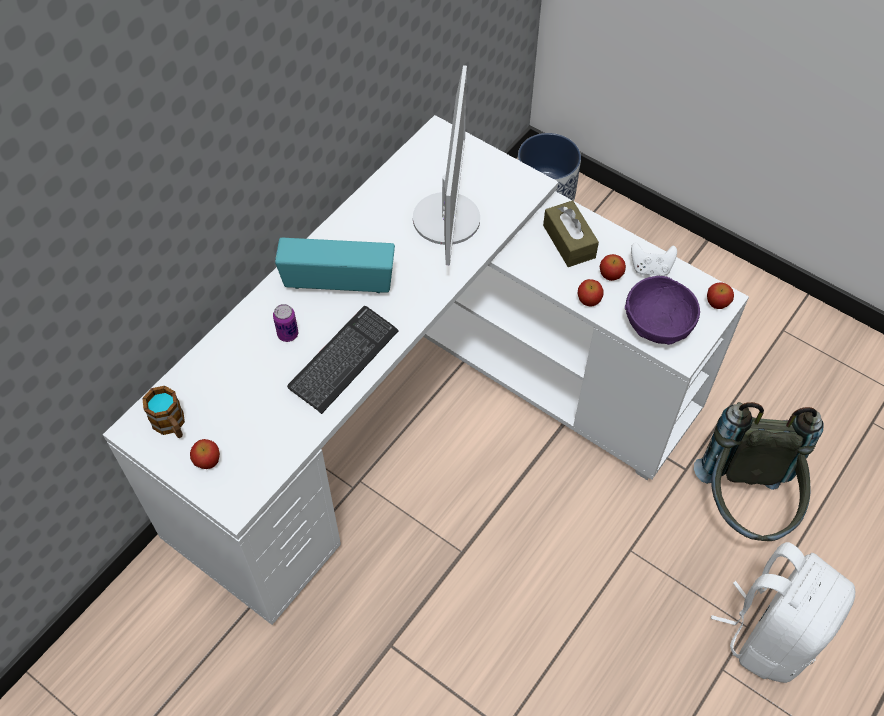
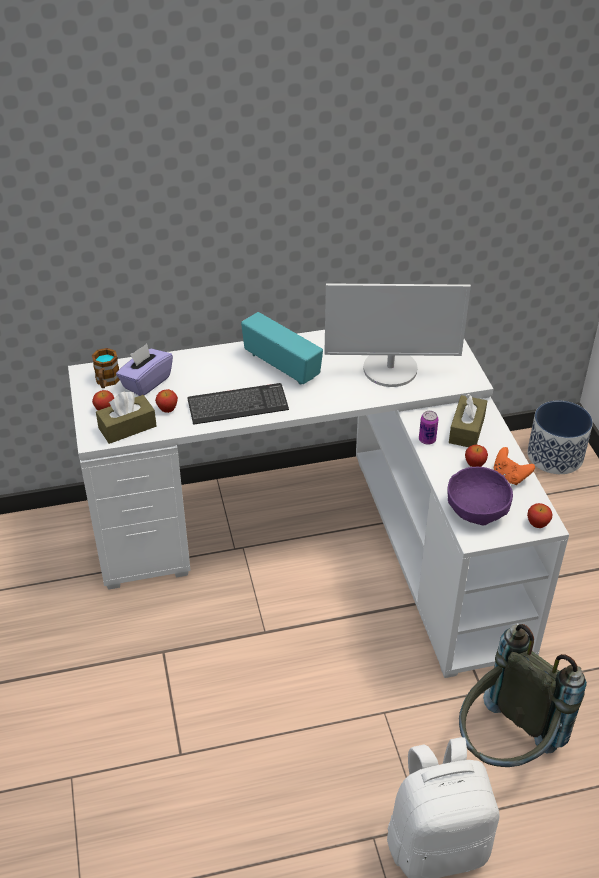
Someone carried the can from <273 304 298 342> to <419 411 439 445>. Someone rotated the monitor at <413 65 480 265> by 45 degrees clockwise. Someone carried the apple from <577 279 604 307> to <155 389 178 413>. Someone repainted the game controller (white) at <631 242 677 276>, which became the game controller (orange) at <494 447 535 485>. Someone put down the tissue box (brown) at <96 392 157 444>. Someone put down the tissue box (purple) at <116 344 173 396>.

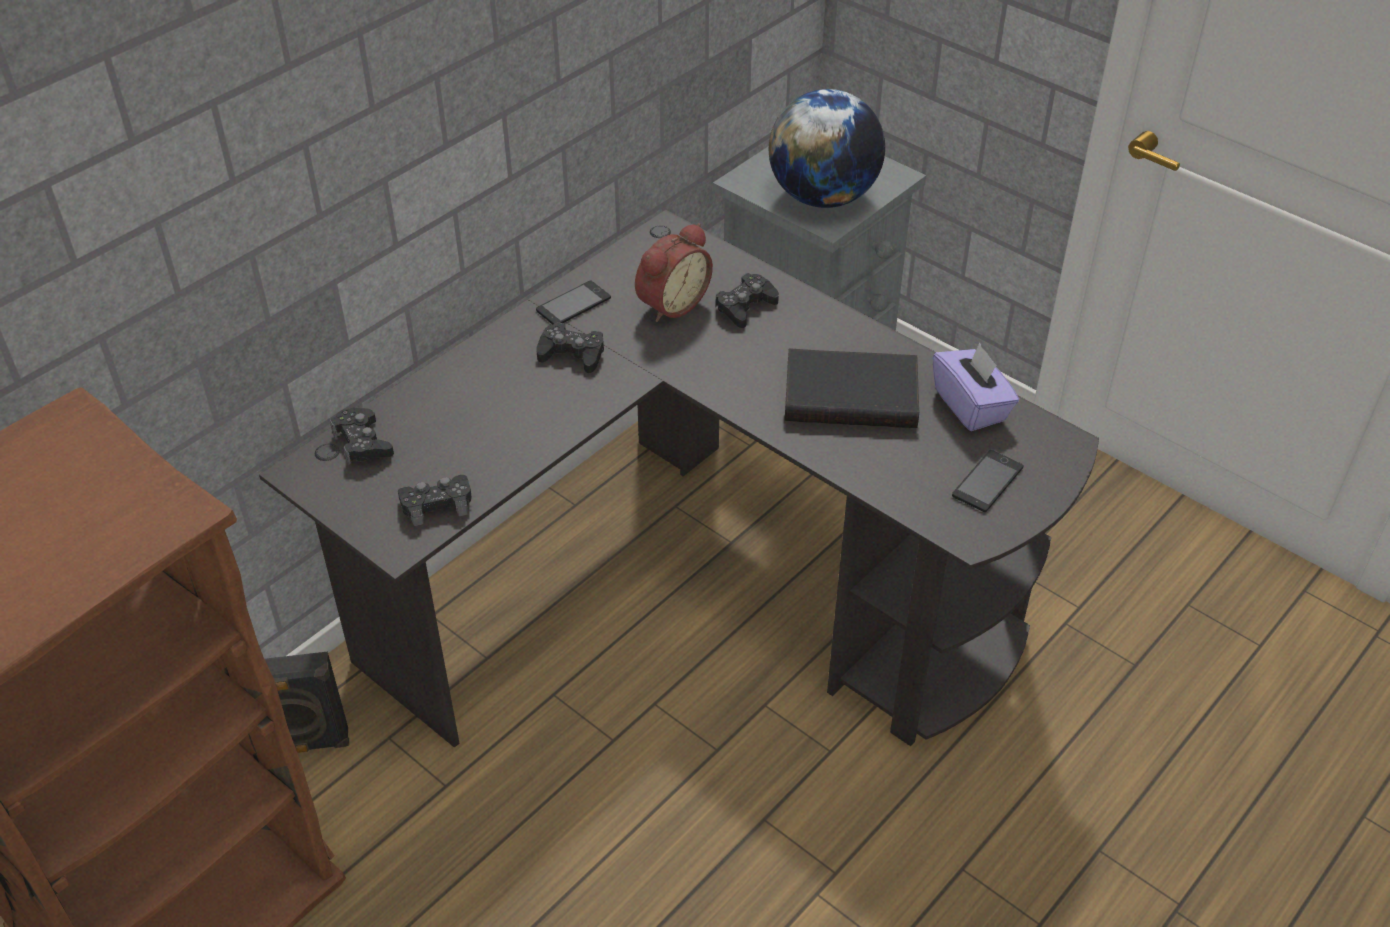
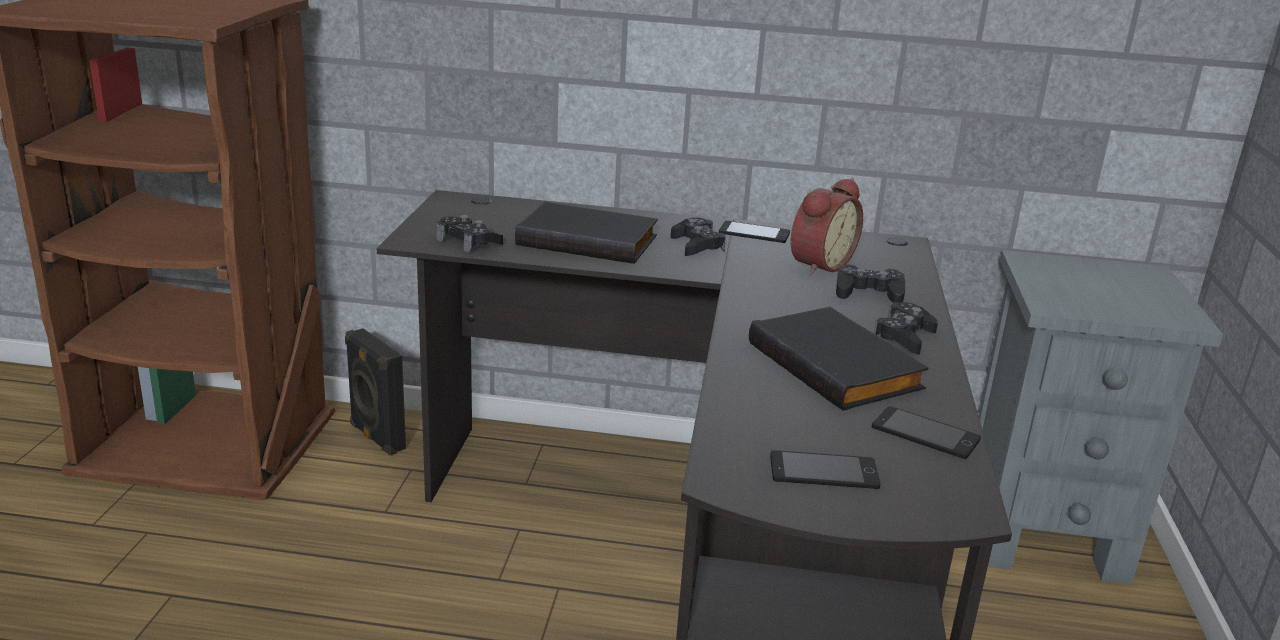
Someone carried the game controller (black) from <330 407 394 465> to <873 302 938 355>. Someone rotated the alarm clock at <635 223 713 322> by 60 degrees counterclockwise. Someone took away the globe at <769 89 885 208>. Someone swapped the tissue box (purple) at <933 343 1019 431> for the phone at <872 406 981 459>. Someone put down the book (black) at <515 202 658 264>.

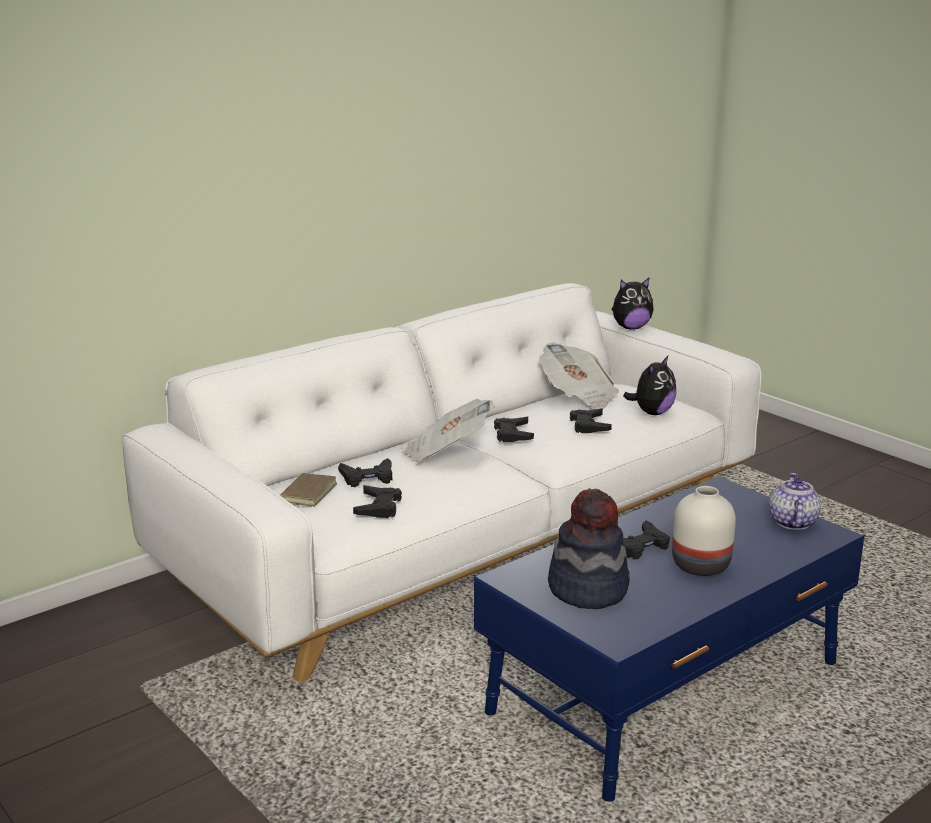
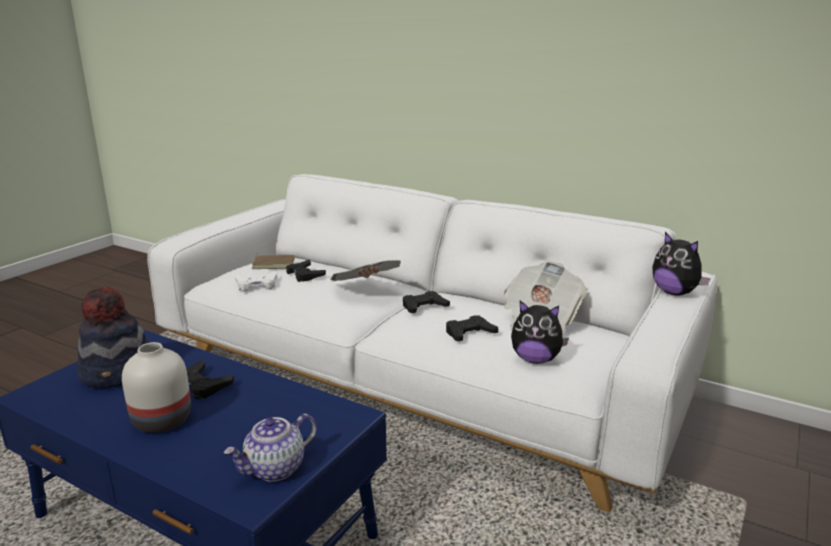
Someone repainted the game controller (black) at <353 485 402 518>, which became the game controller (white) at <235 271 277 292>. Someone rotated the teapot at <769 473 821 530> by 150 degrees clockwise.

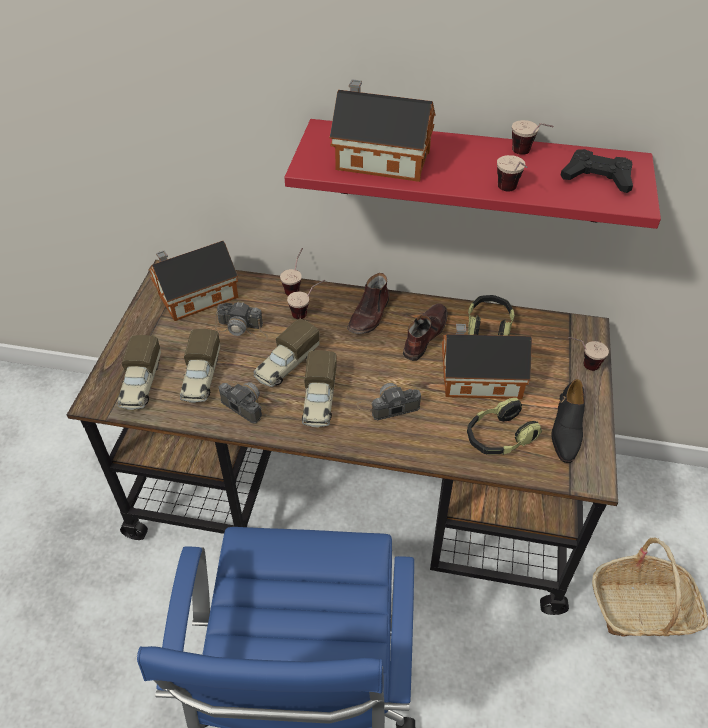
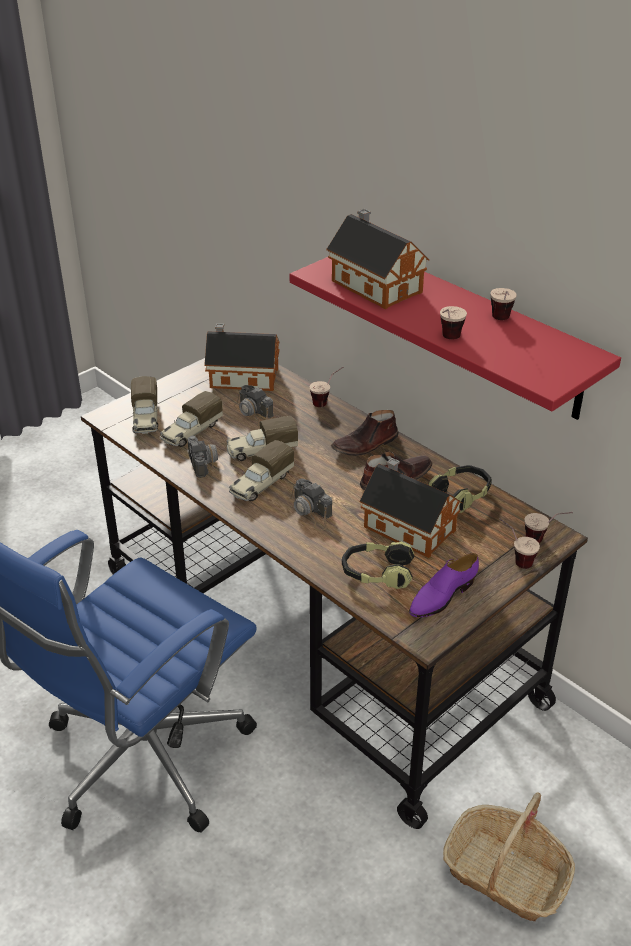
Someone rotated the toy truck at <117 335 161 410> by 45 degrees counterclockwise. Someone carried the cup from <287 280 325 319> to <524 512 573 543>. Someone rotated the photo camera at <357 383 421 420> by 150 degrees counterclockwise. Someone repainted the shoe (black) at <551 379 585 463>, which became the shoe (purple) at <409 553 479 617>. Someone took away the game controller (black) at <561 149 633 193>.

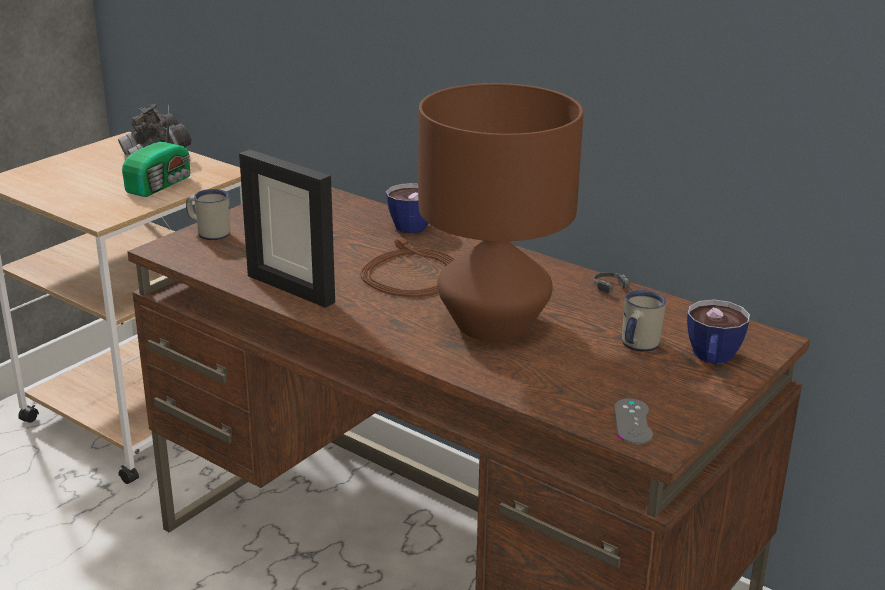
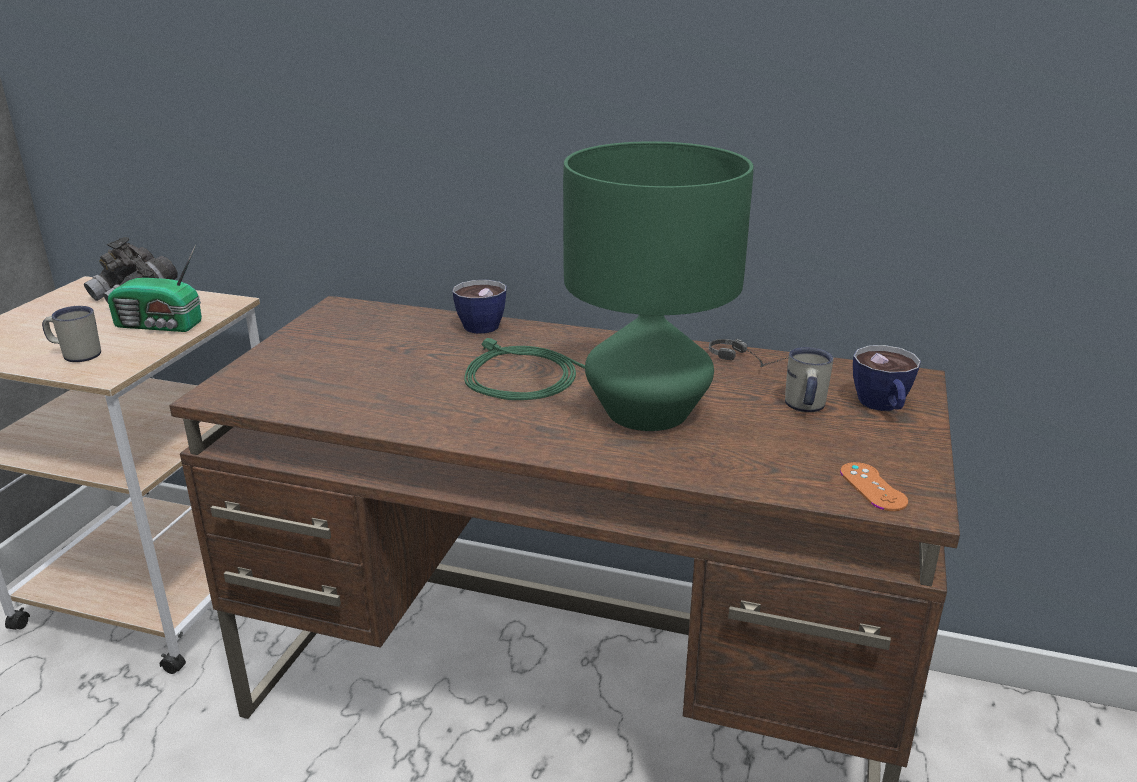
Someone rotated the radio at <122 105 190 197> by 90 degrees clockwise. Someone carried the mug (white) from <186 189 230 240> to <42 306 101 362>. Someone took away the picture frame at <239 149 335 308>. Someone repainted the table lamp (brown) at <360 83 583 342>, which became the table lamp (green) at <464 141 754 431>. Someone repainted the game controller (grey) at <614 399 653 444>, which became the game controller (orange) at <840 462 908 511>.

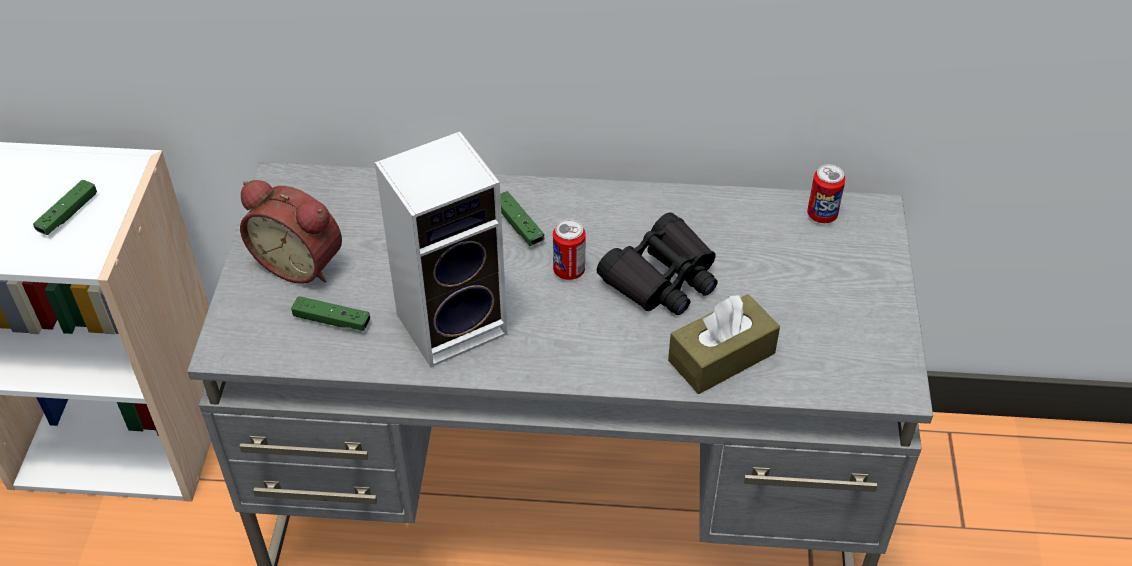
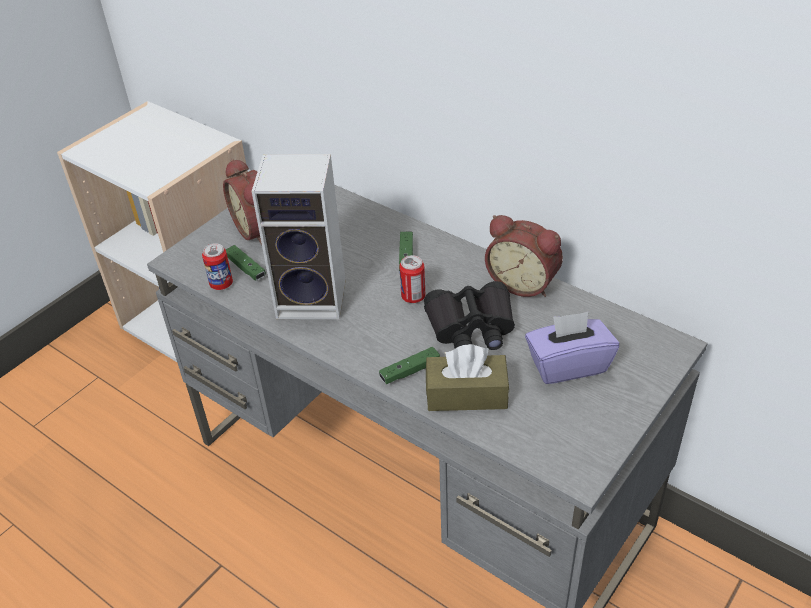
Someone carried the game controller (green) from <33 180 97 235> to <379 347 440 384>. Someone carried the can from <807 164 846 223> to <202 243 233 290>. Someone put down the alarm clock at <485 215 563 297>. Someone put down the tissue box (purple) at <525 312 619 384>.

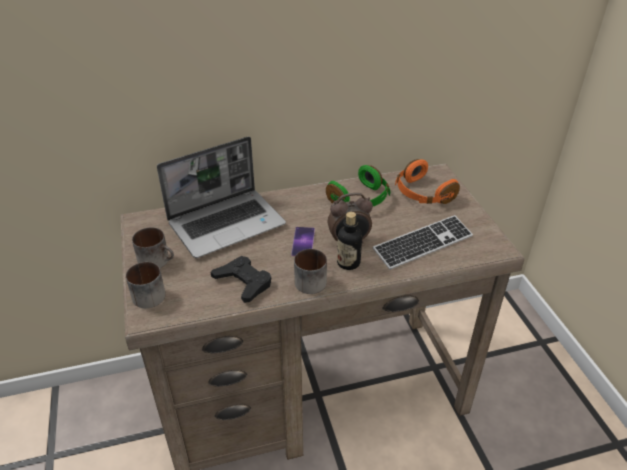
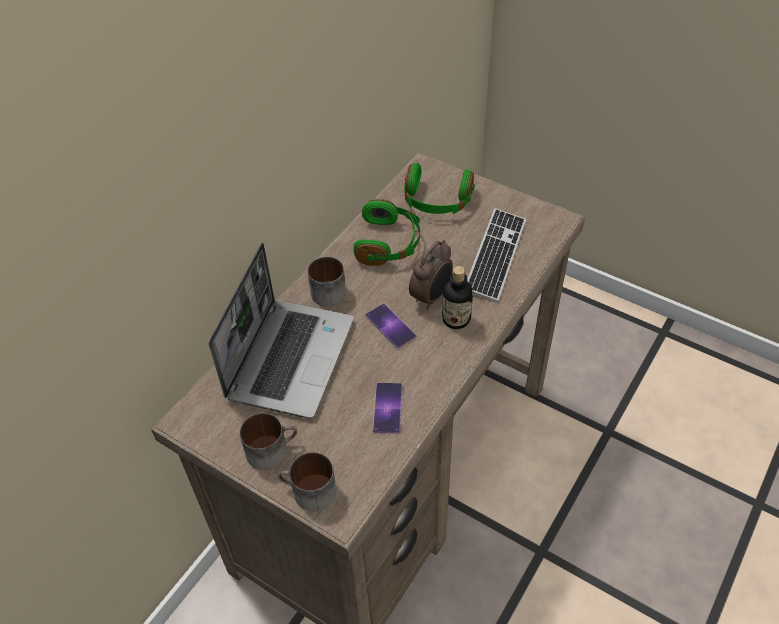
Someone swapped the game controller (black) at <211 256 271 303> for the phone at <373 383 402 434>. Someone carried the mug from <294 249 327 294> to <308 257 346 306>. Someone repainted the headphones (orange) at <395 159 460 204>, which became the headphones (green) at <404 163 475 214>.

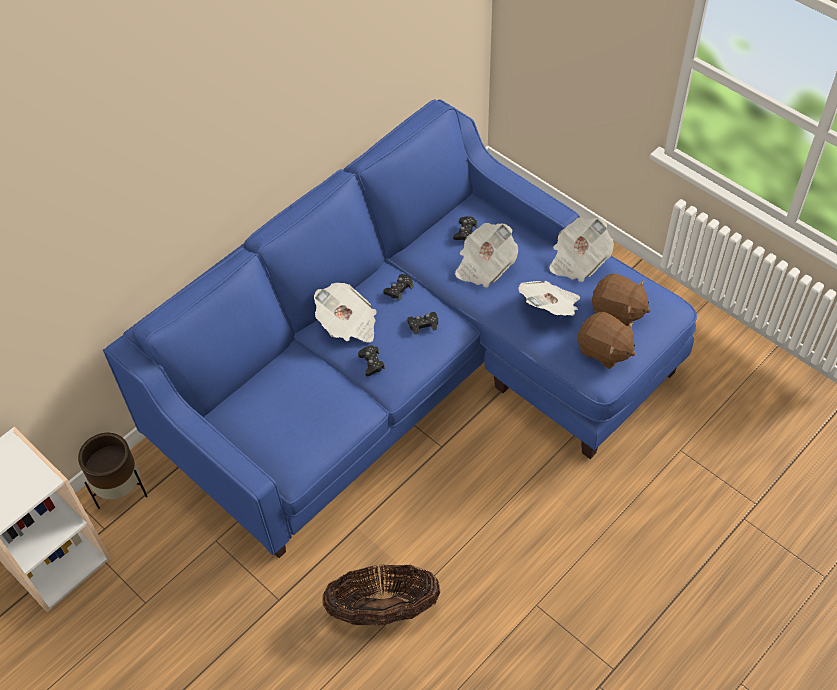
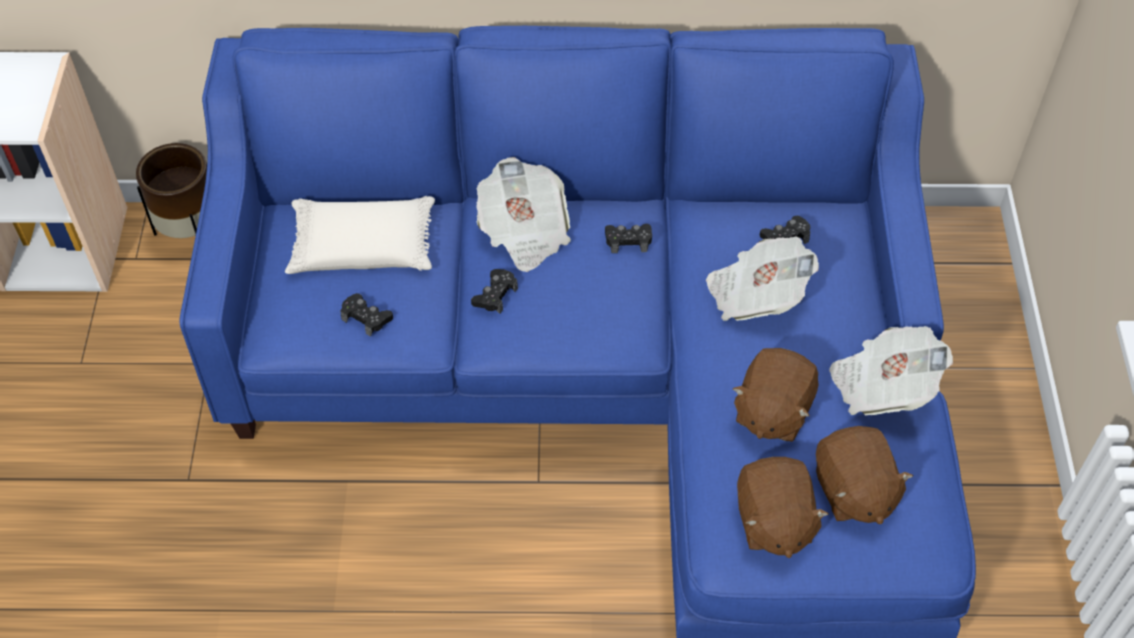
Someone took away the basket at <323 564 440 626>. Someone carried the game controller (black) from <407 312 438 334> to <340 293 393 336>. Someone swapped the newspaper at <518 281 580 316> for the plush toy (brown) at <733 348 819 442>. Someone put down the pillow (white) at <285 196 435 274>.

